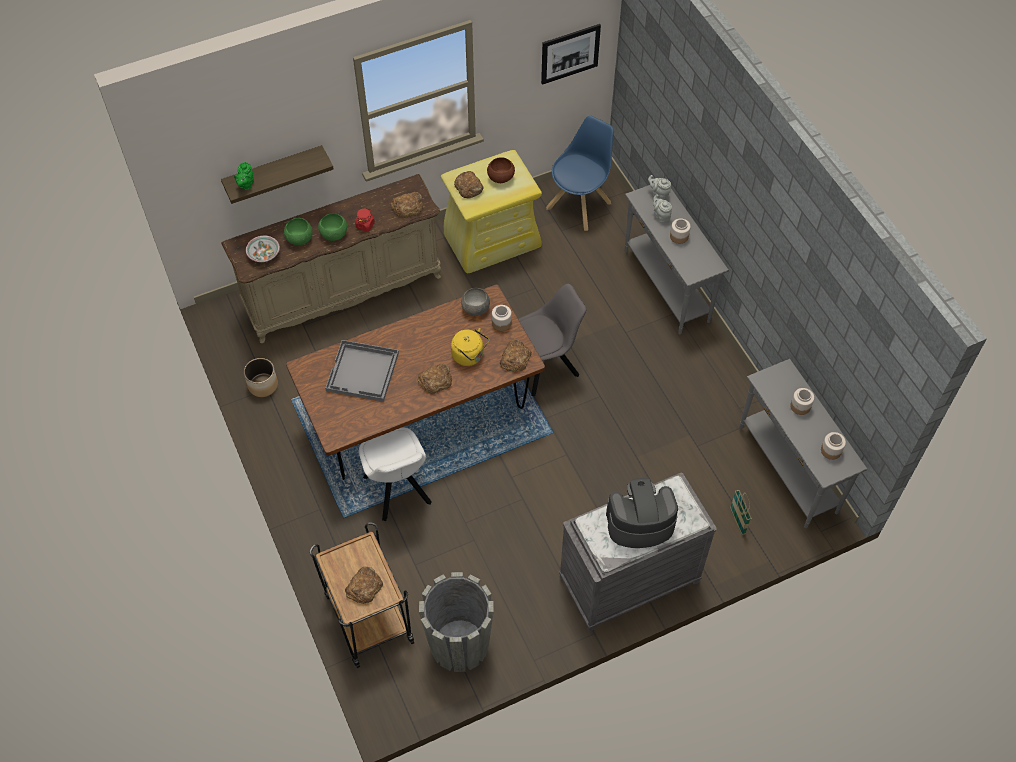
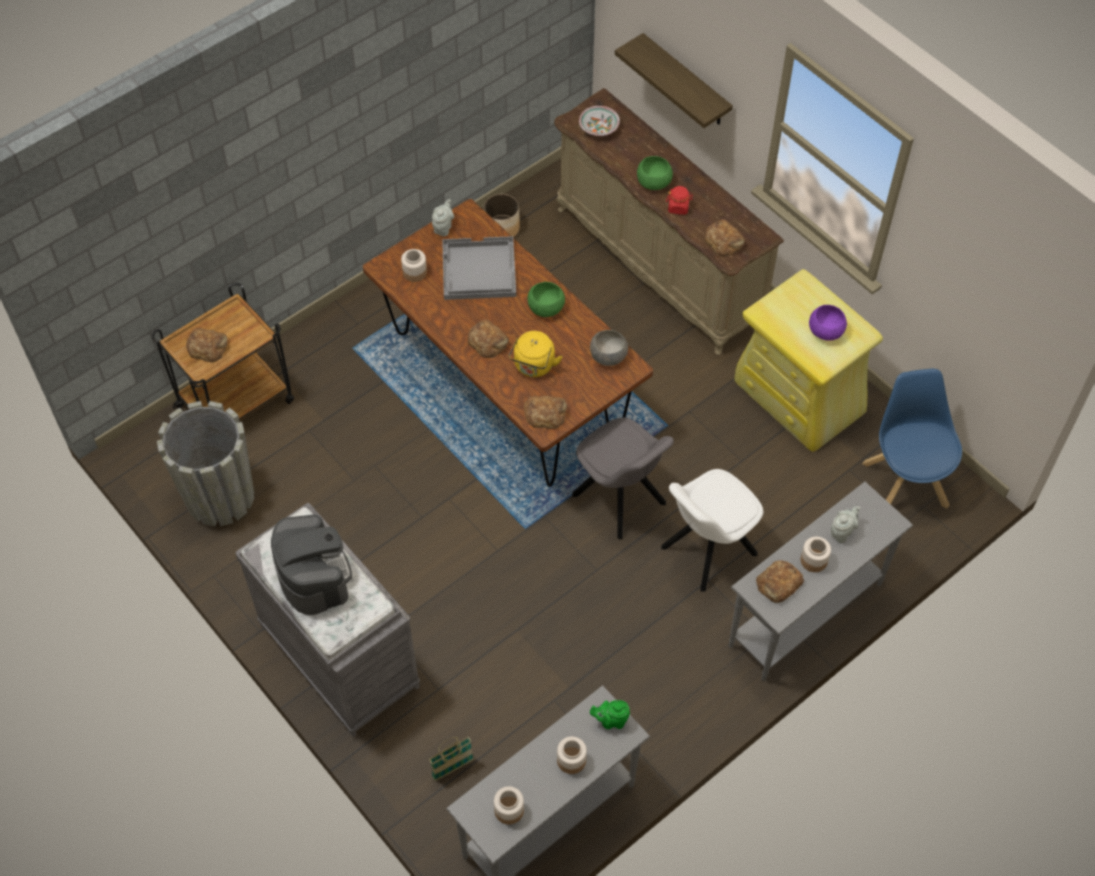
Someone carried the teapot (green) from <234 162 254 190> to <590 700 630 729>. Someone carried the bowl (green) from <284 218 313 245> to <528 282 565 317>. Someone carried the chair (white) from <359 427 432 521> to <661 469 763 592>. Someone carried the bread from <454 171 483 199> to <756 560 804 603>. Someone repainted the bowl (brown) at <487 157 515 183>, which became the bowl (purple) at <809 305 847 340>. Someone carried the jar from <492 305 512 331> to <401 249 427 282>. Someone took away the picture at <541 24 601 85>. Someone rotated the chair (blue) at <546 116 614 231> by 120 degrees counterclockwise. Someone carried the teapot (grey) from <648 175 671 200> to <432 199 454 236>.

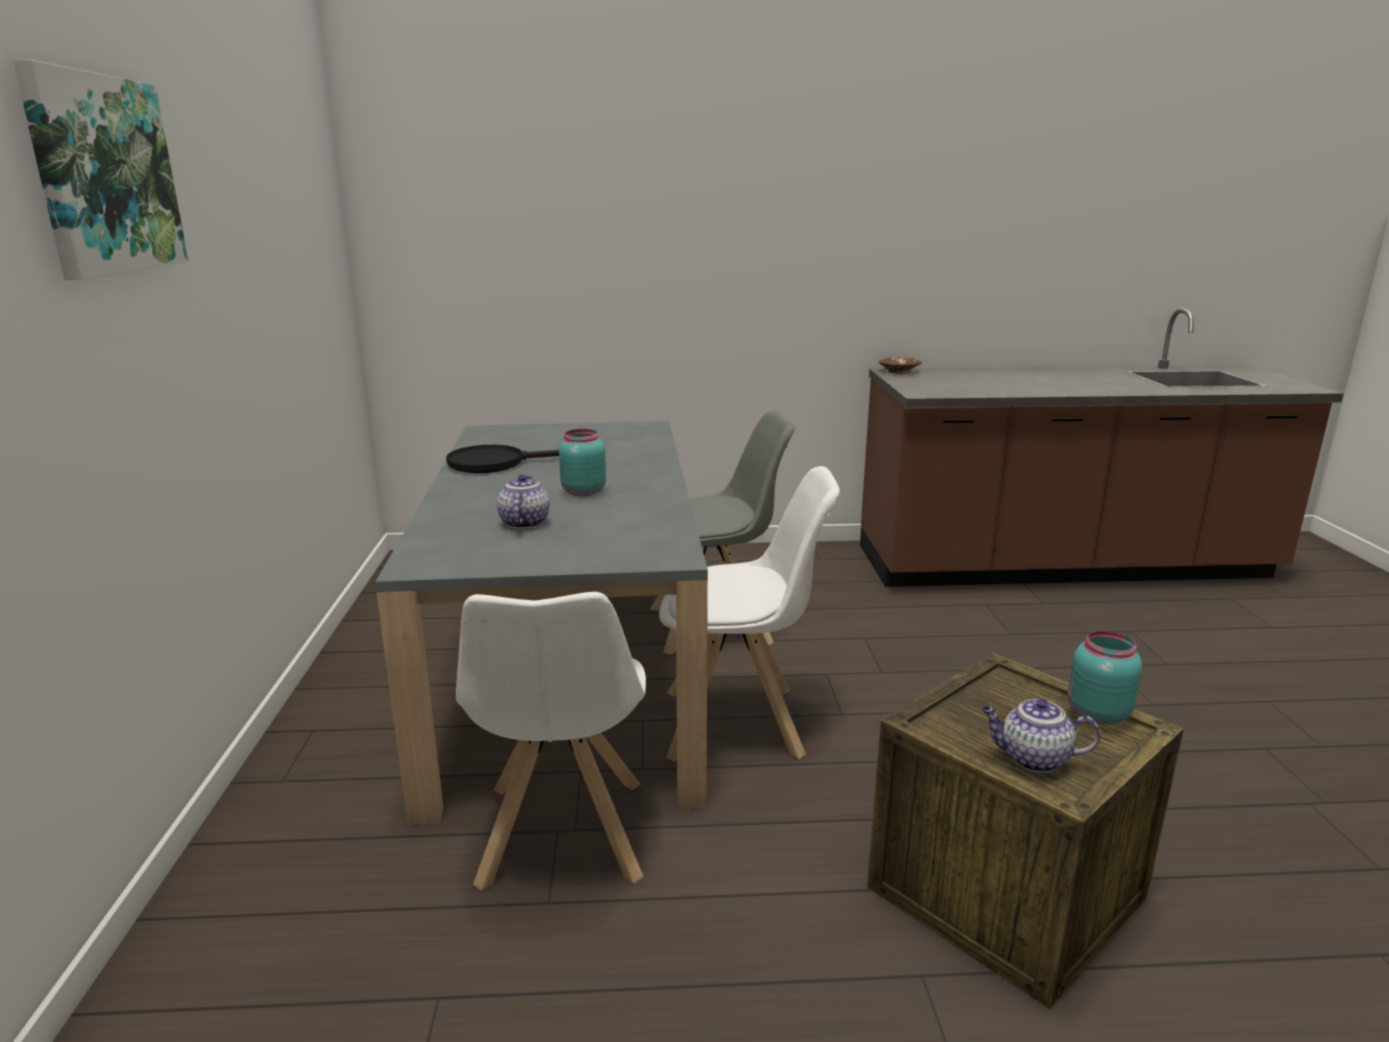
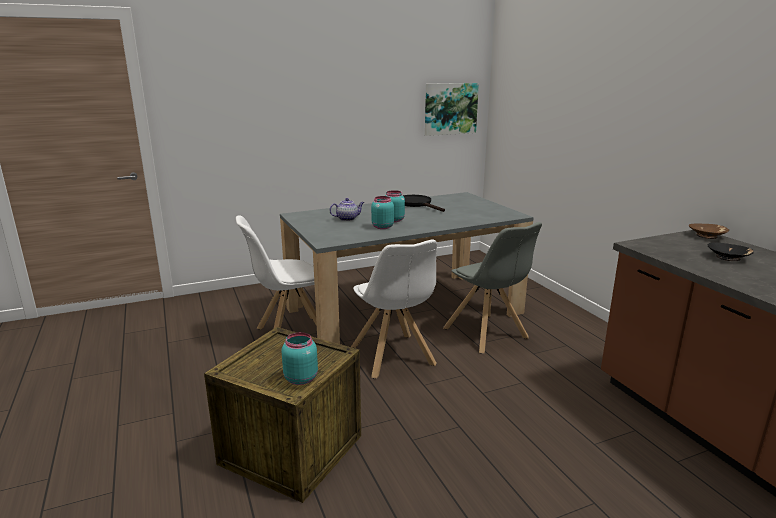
Someone carried the picture from <13 60 188 280> to <425 83 479 136>. Someone took away the teapot at <981 699 1101 773>. Someone put down the jar (turquoise) at <371 196 394 229>. Someone put down the bowl (black) at <708 243 754 261>.

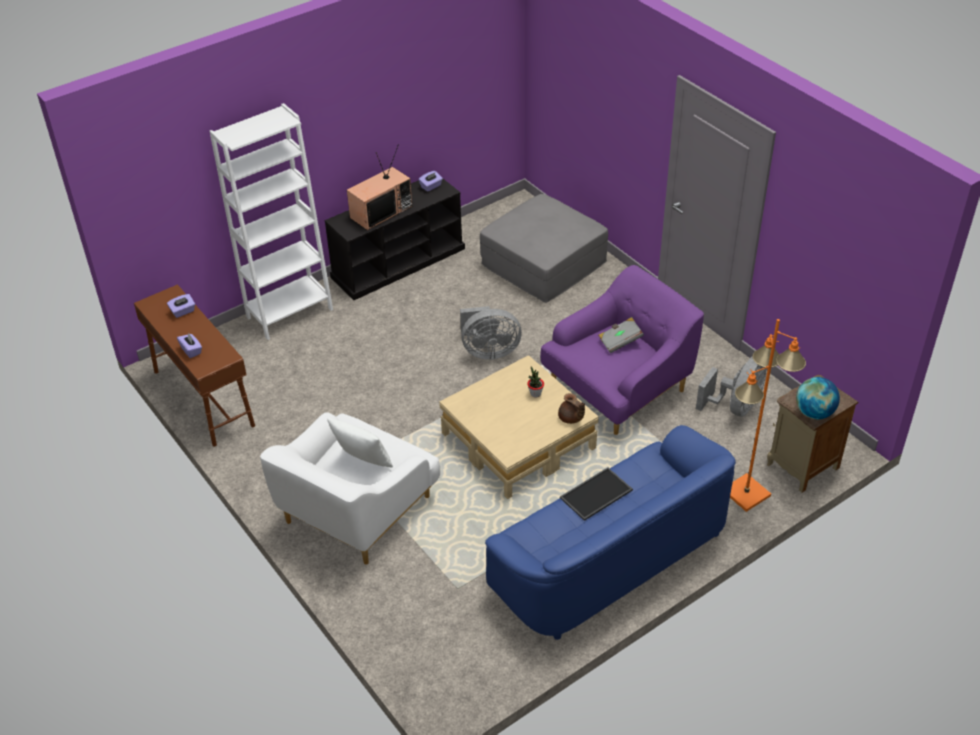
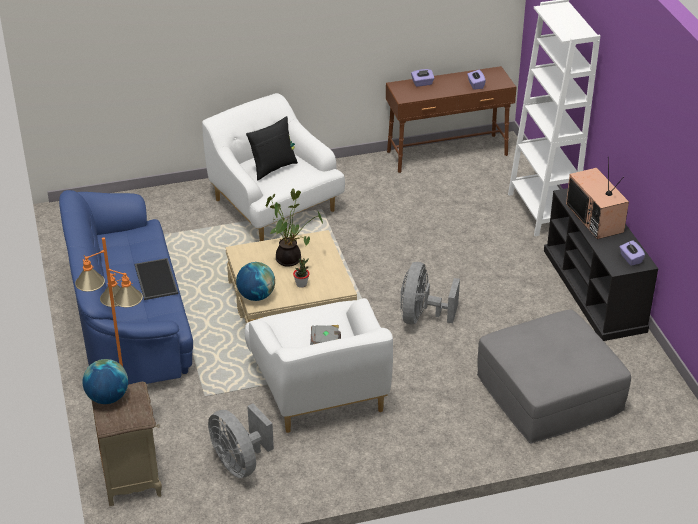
Someone repainted the pillow (white) at <327 418 393 468>, which became the pillow (black) at <246 116 298 180>. Someone repainted the armchair (purple) at <541 265 704 435>, which became the armchair (white) at <245 298 393 433>. Someone swapped the teapot (brown) at <558 393 585 424> for the globe at <236 262 275 301>. Someone put down the potted plant at <265 189 323 267>.

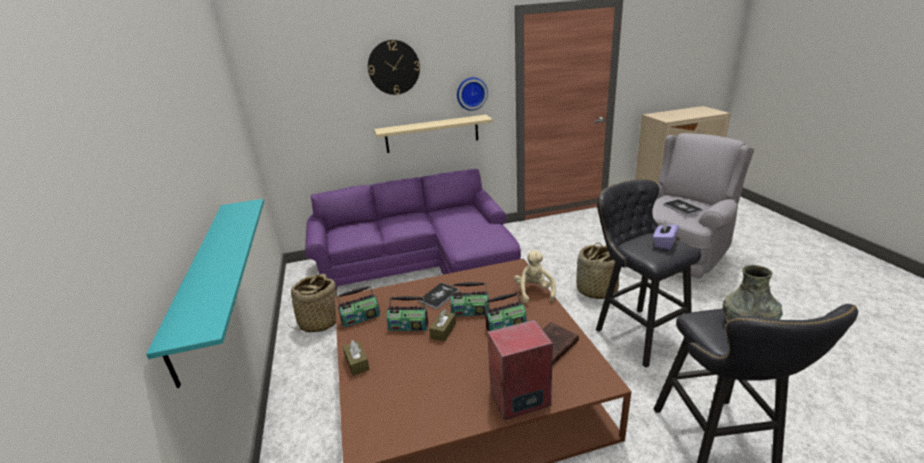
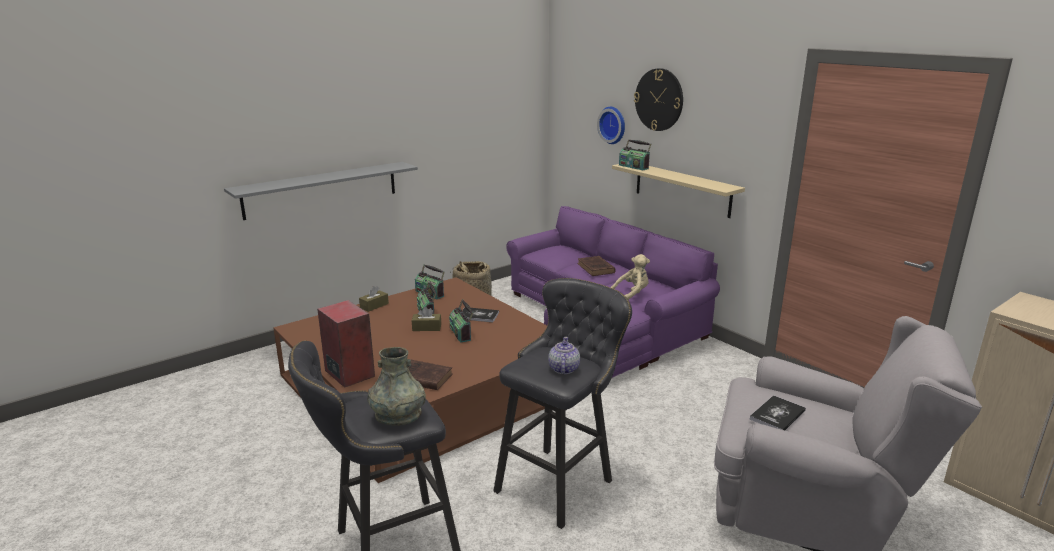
Someone repainted the shelf (turquoise) at <146 199 264 388>, which became the shelf (grey) at <224 162 418 220>. Someone carried the wall clock from <457 77 488 110> to <597 107 625 144>. Someone carried the radio from <485 292 526 331> to <619 139 651 170>. Someone carried the plush toy (beige) from <514 250 556 303> to <610 254 650 300>. Someone took away the basket at <576 242 619 299>. Someone swapped the tissue box (purple) at <653 220 679 250> for the teapot at <548 337 580 374>. Someone put down the book (brown) at <577 256 616 276>.

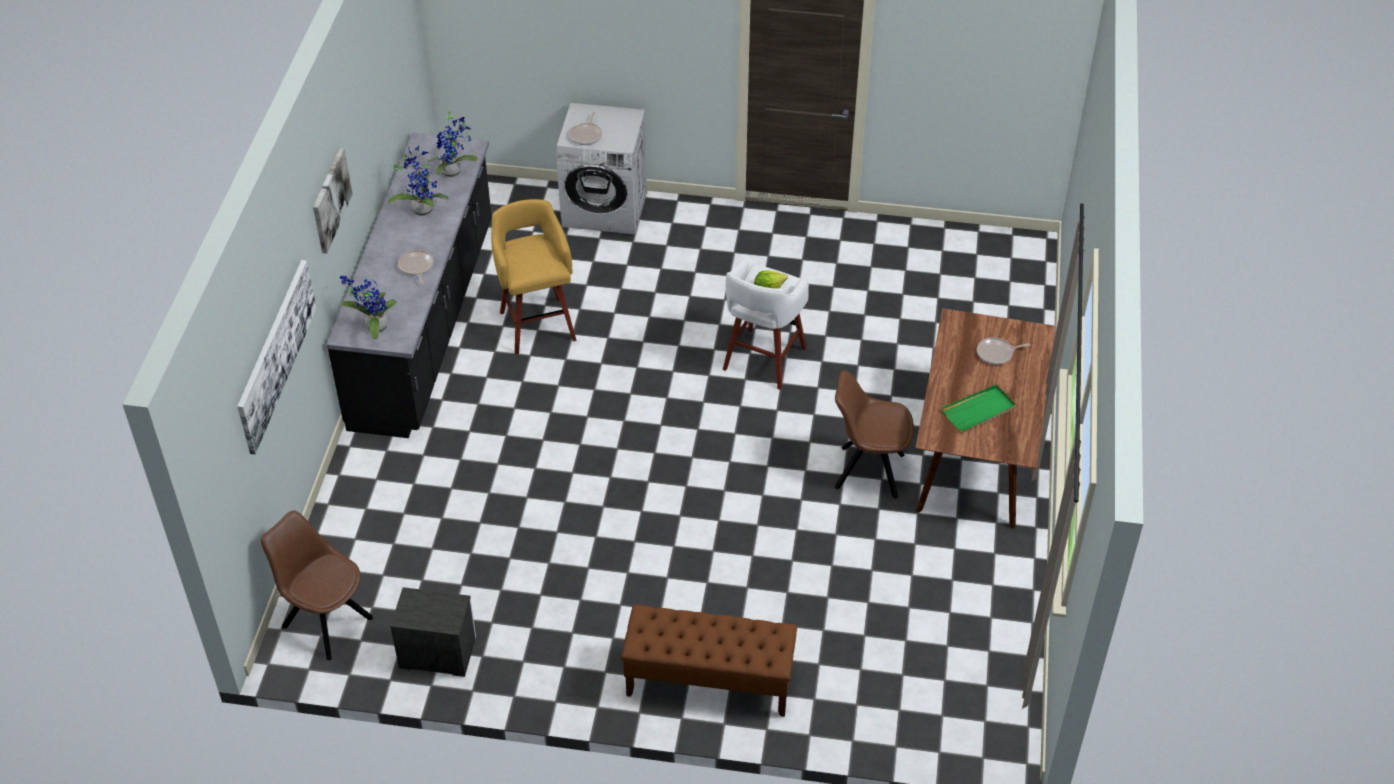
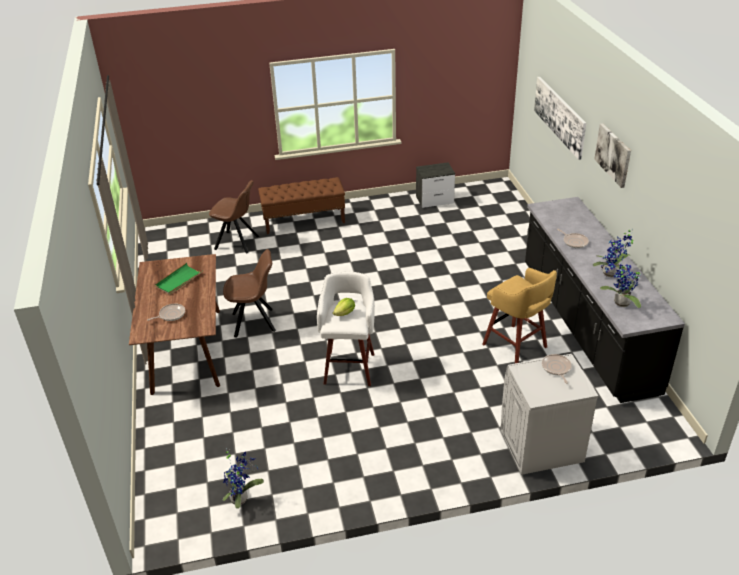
Someone carried the chair (brown) from <261 511 373 660> to <209 180 259 254>. Someone carried the potted plant from <340 275 397 339> to <223 448 264 509>.

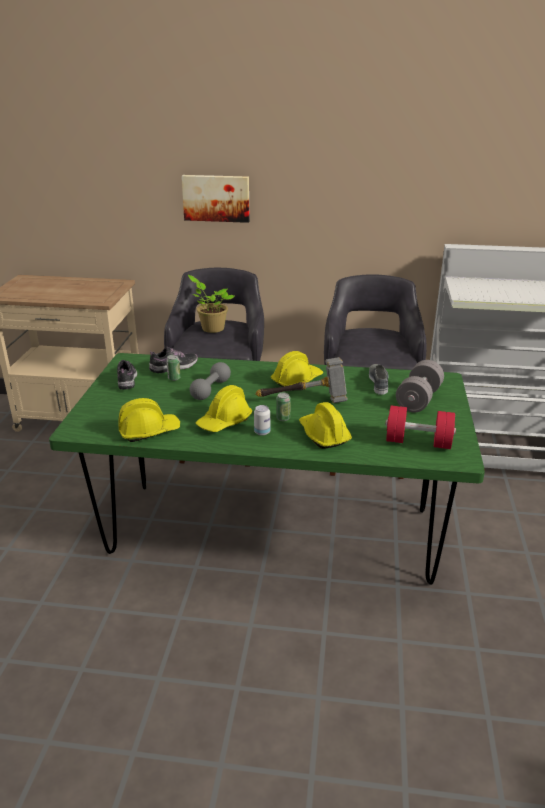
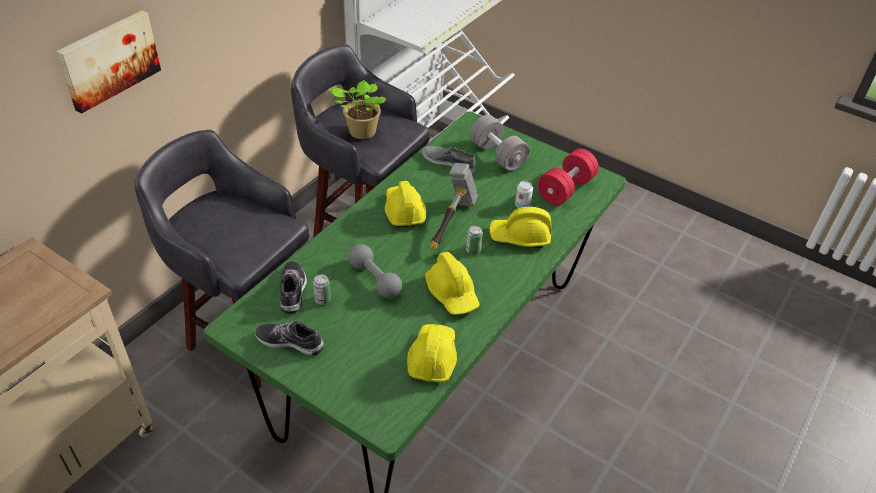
Someone carried the potted plant from <188 275 235 333> to <329 80 386 139>. Someone carried the can from <254 405 270 436> to <515 181 533 208>.

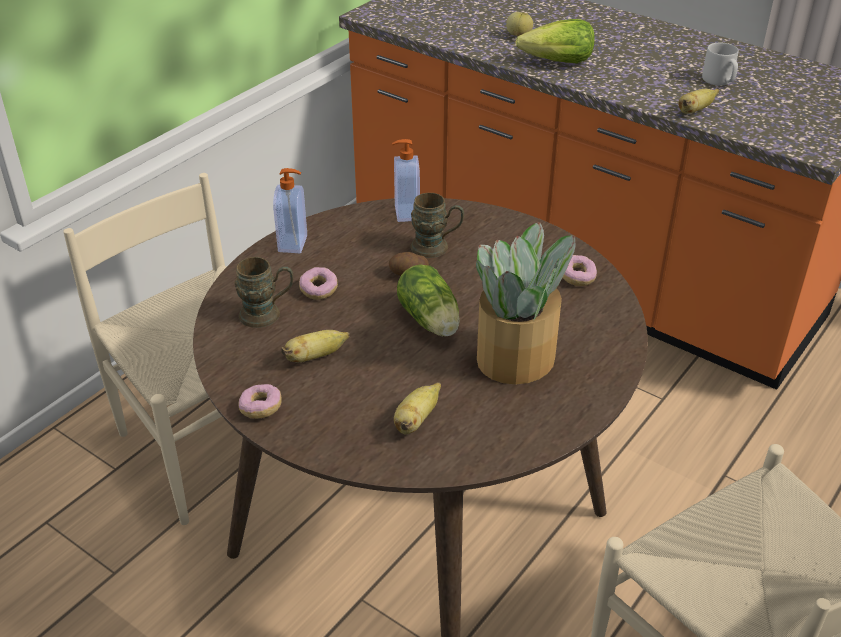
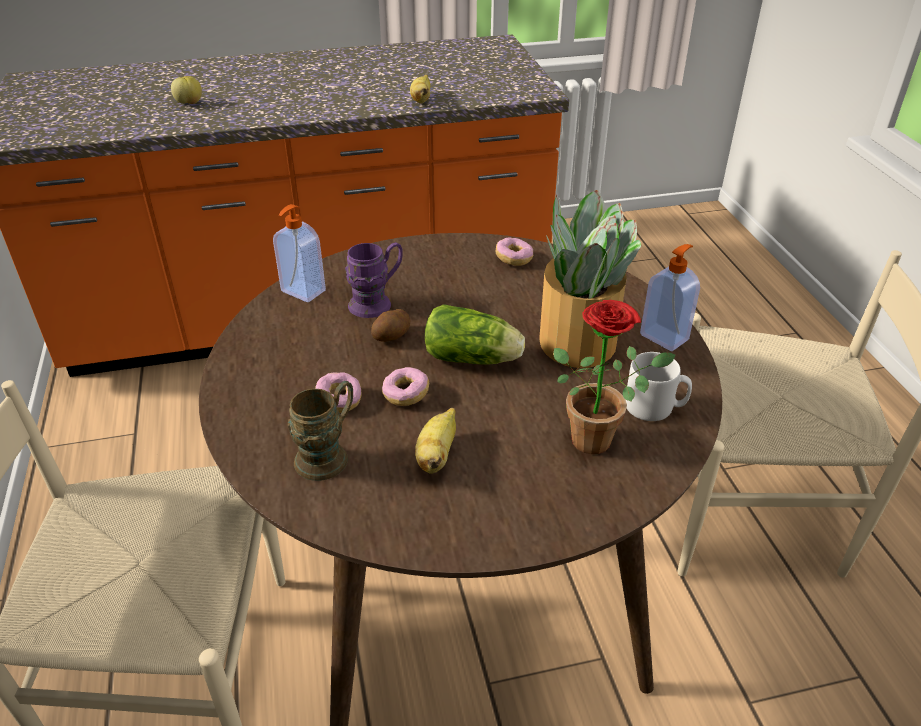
Someone carried the donut from <239 384 282 419> to <382 367 429 406>. Someone carried the soap dispenser from <273 168 307 253> to <640 244 700 351>. Someone swapped the banana at <394 382 441 434> for the potted plant at <553 300 676 454>. Someone repainted the mug (brown) at <410 193 464 258>, which became the mug (purple) at <345 242 403 318>. Someone took away the lettuce at <515 19 595 64>. Someone carried the mug (grey) from <702 43 739 86> to <625 352 692 421>.

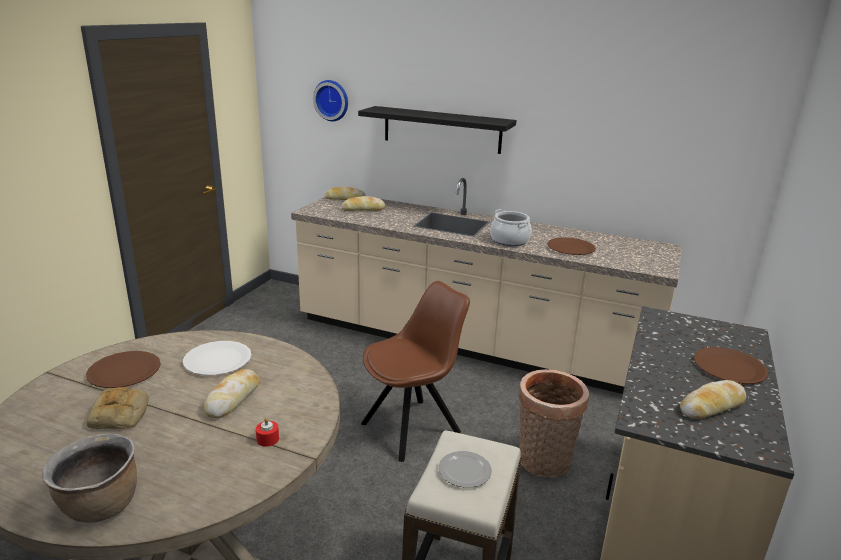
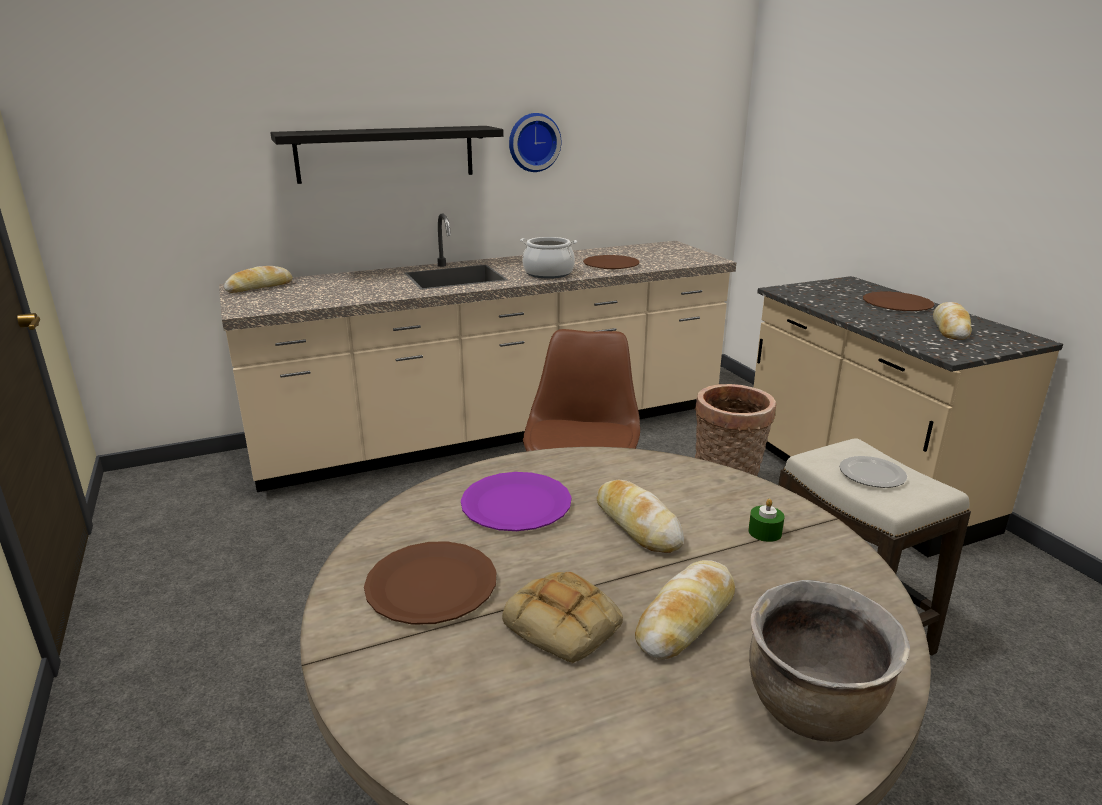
Someone repainted the plate (white) at <183 341 252 376>, which became the plate (purple) at <461 472 571 531>. Someone repainted the candle (red) at <256 417 279 447>, which became the candle (green) at <748 499 785 542>. Someone carried the wall clock from <313 80 348 121> to <509 113 561 172>. Someone carried the bread from <341 196 386 211> to <635 560 735 660>.

